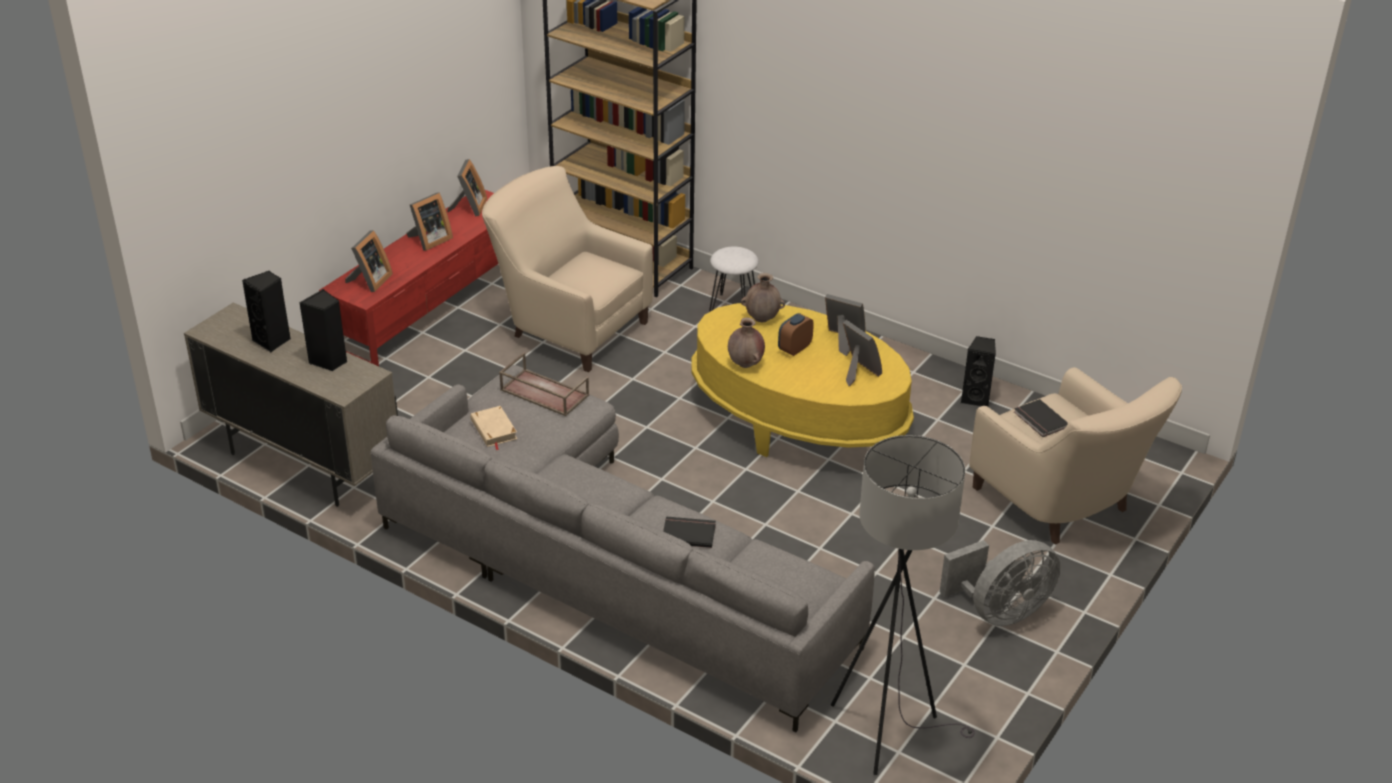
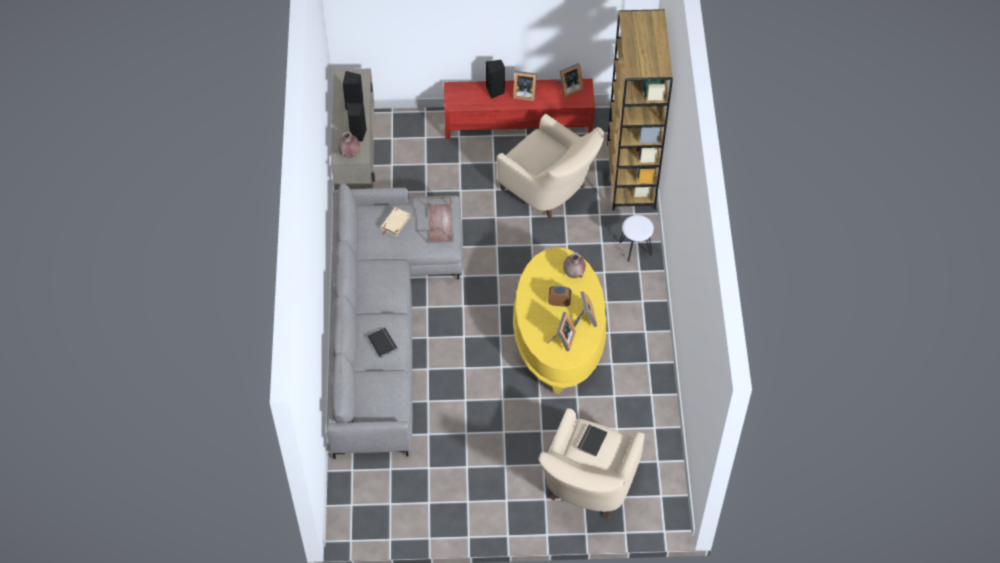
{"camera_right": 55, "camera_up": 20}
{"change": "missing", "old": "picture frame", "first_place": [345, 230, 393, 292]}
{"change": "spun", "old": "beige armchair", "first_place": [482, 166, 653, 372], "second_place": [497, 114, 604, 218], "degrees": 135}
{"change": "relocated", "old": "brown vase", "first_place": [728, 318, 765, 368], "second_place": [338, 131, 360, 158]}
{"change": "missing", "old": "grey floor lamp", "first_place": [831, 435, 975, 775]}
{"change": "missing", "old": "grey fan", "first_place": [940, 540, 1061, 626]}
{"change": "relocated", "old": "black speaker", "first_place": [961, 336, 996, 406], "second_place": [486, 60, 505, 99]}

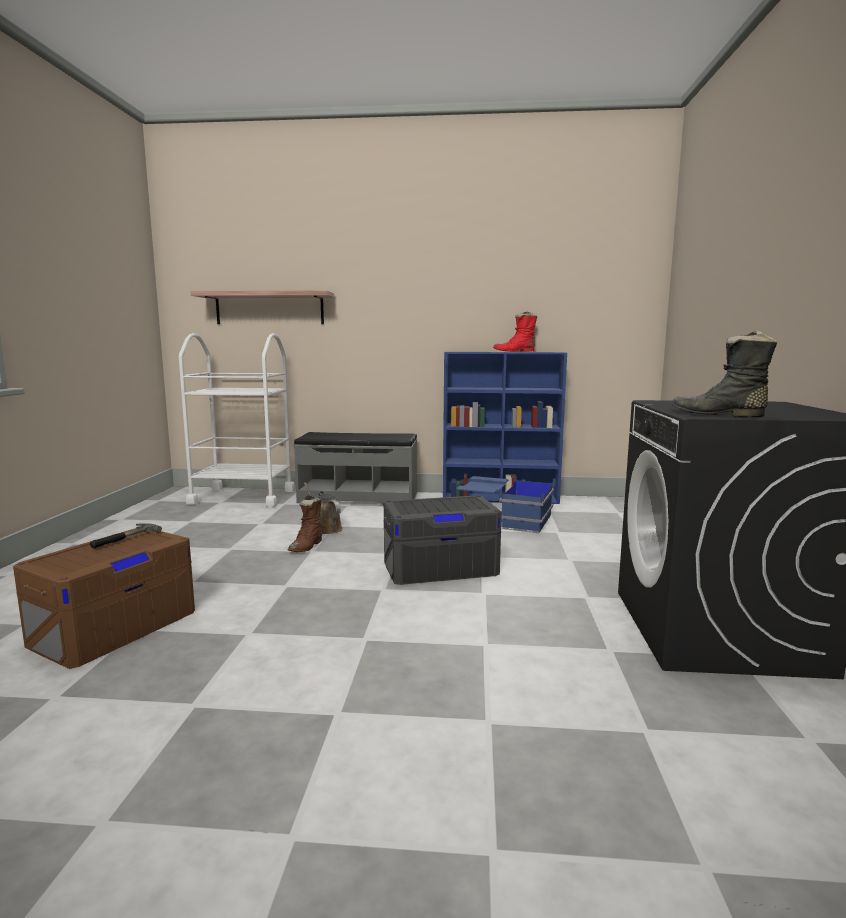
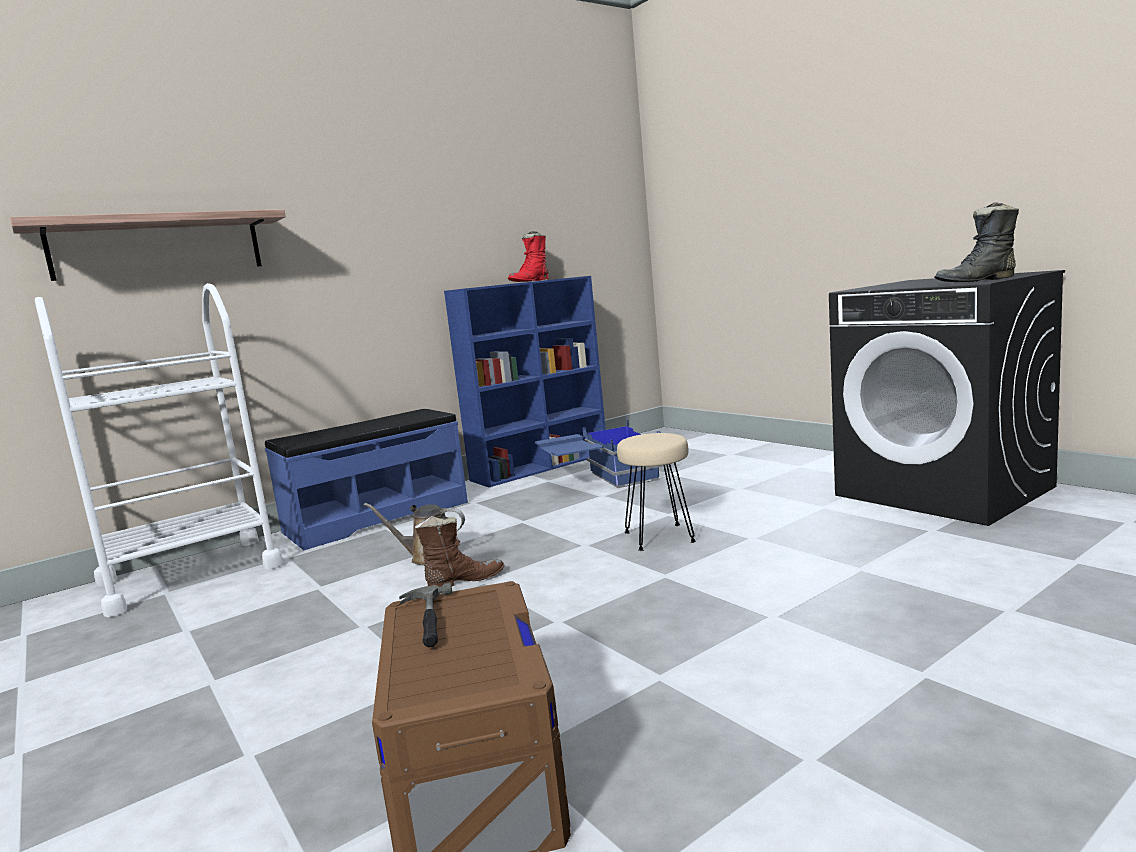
{"camera_right": -40, "camera_up": 0}
{"change": "spun", "old": "brown boot", "first_place": [288, 495, 322, 552], "second_place": [415, 516, 505, 587], "degrees": -90}
{"change": "colour", "old": "grey bench", "new": "blue bench", "first_place": [294, 432, 417, 505], "second_place": [265, 409, 468, 550]}
{"change": "exchanged", "old": "grey storage box", "new": "beige stool", "first_place": [384, 495, 502, 585], "second_place": [617, 433, 696, 551]}

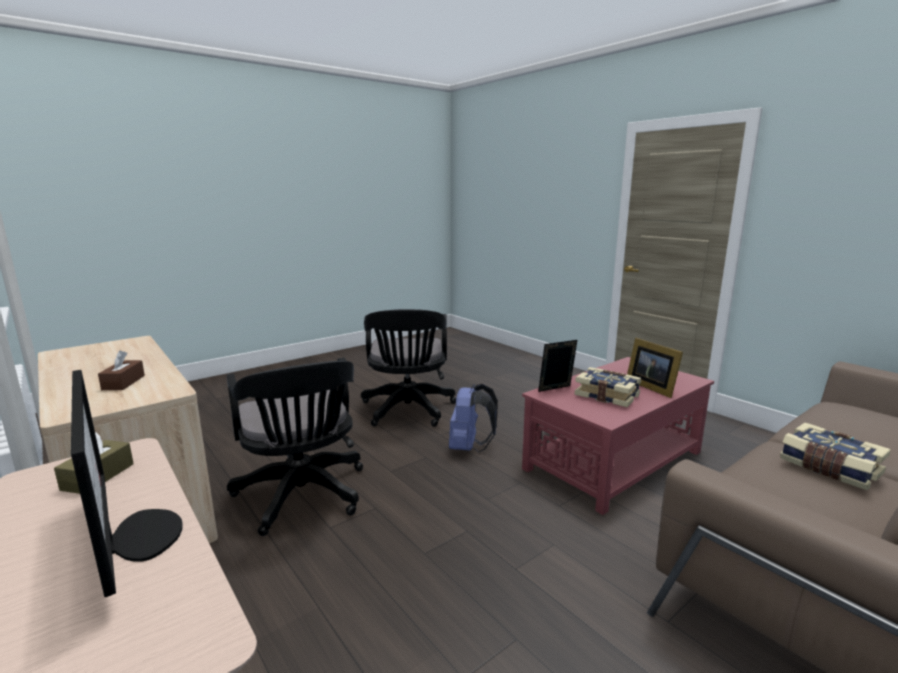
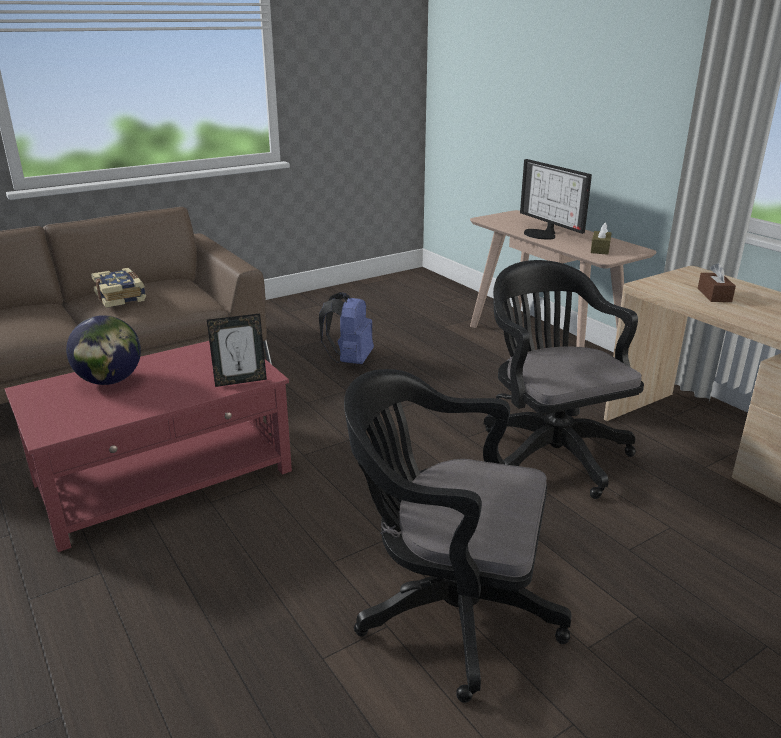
{"camera_right": -175, "camera_up": 10}
{"change": "spun", "old": "black office chair", "first_place": [361, 309, 456, 427], "second_place": [344, 369, 571, 703], "degrees": -75}
{"change": "relocated", "old": "blue backpack", "first_place": [449, 384, 498, 452], "second_place": [319, 292, 374, 364]}
{"change": "missing", "old": "book", "first_place": [575, 367, 641, 407]}
{"change": "exchanged", "old": "picture frame", "new": "globe", "first_place": [627, 338, 683, 398], "second_place": [66, 315, 141, 385]}

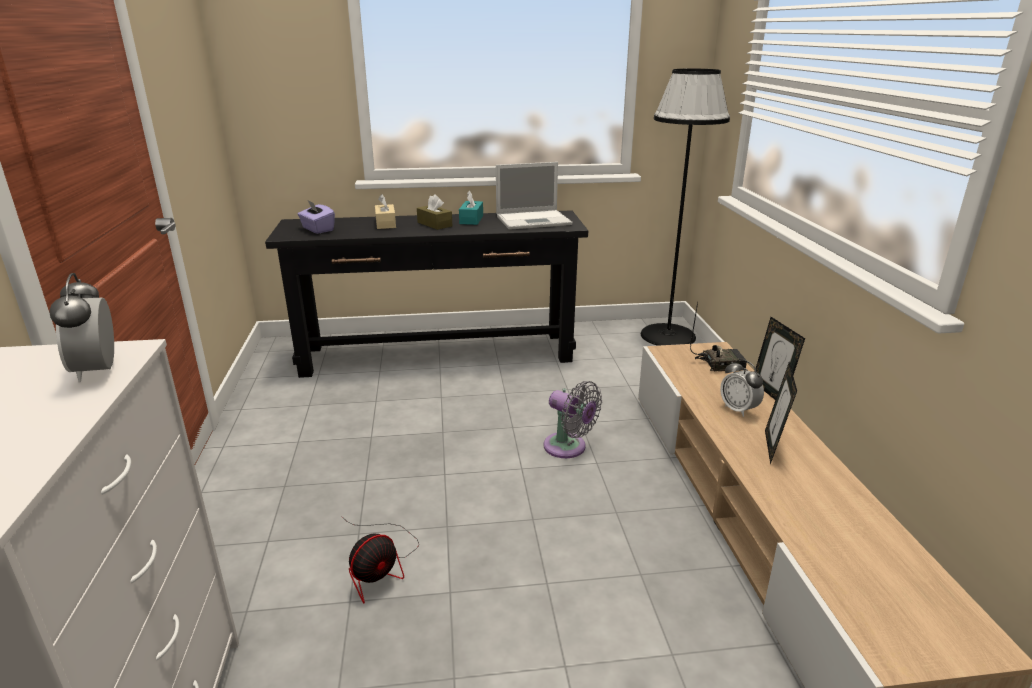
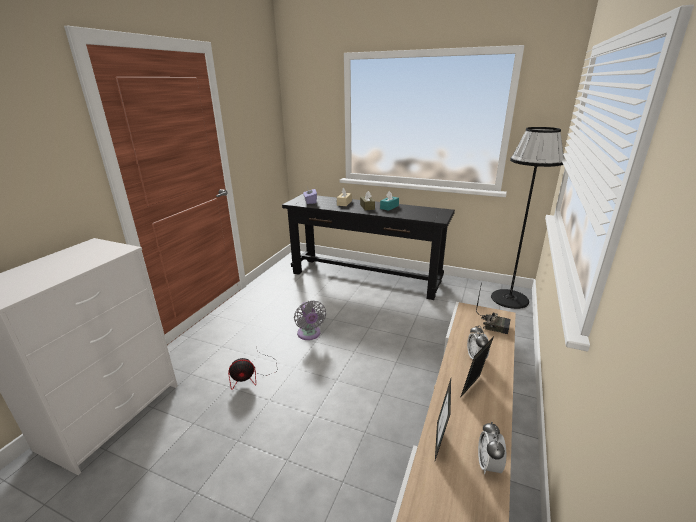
{"camera_right": 30, "camera_up": 0}
{"change": "relocated", "old": "alarm clock", "first_place": [49, 273, 114, 382], "second_place": [478, 422, 506, 474]}
{"change": "missing", "old": "laptop", "first_place": [496, 162, 573, 230]}
{"change": "relocated", "old": "grey fan", "first_place": [543, 381, 602, 458], "second_place": [294, 300, 326, 340]}
{"change": "relocated", "old": "picture frame", "first_place": [756, 317, 805, 400], "second_place": [435, 379, 451, 460]}

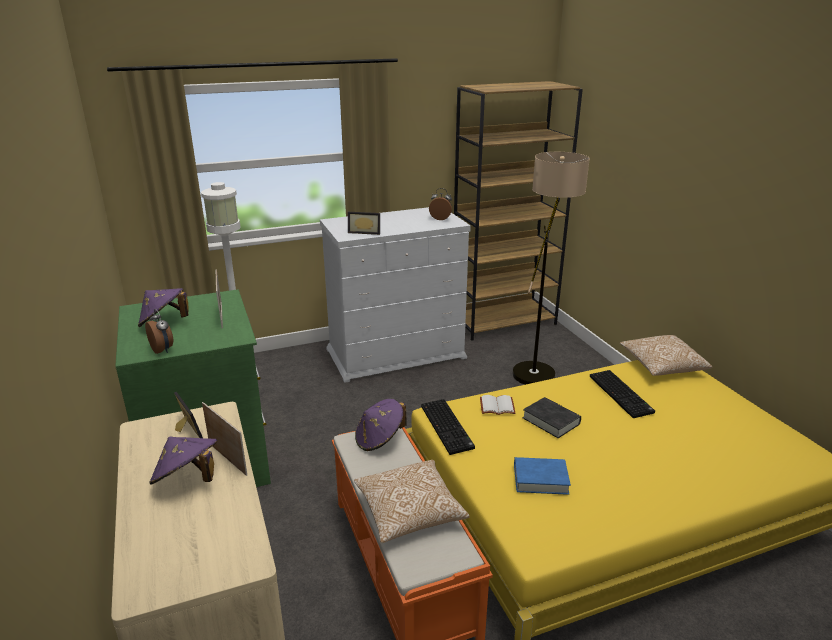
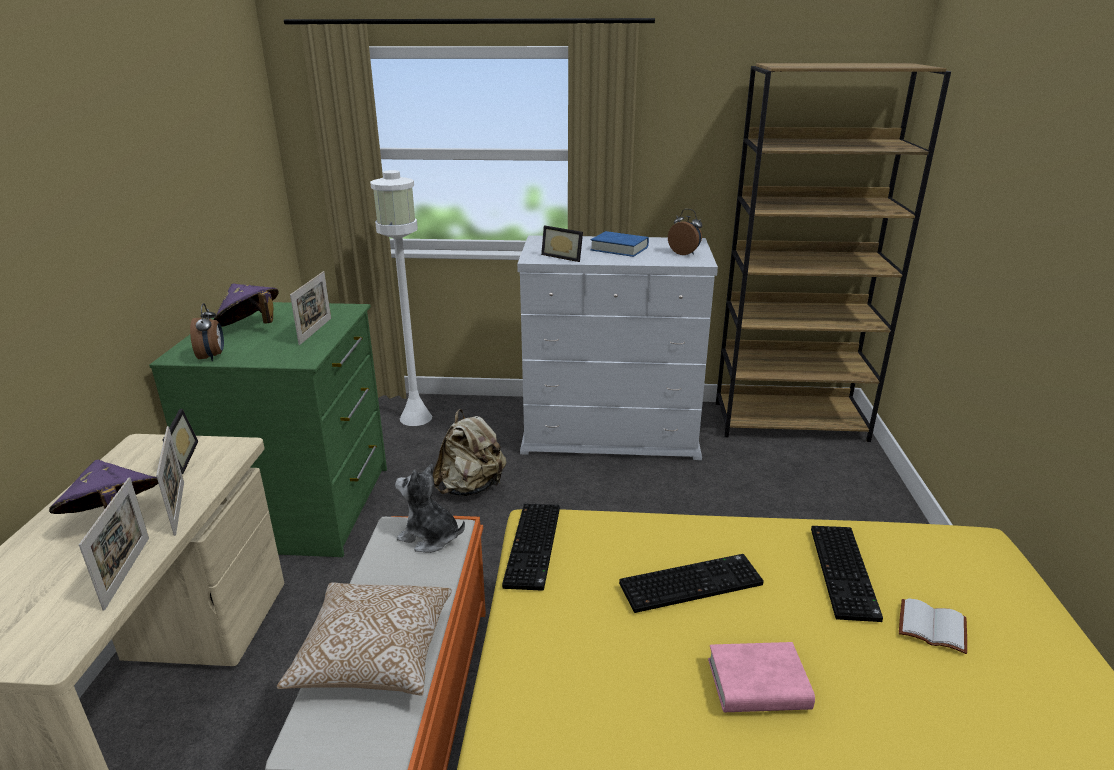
{"camera_right": 25, "camera_up": 0}
{"change": "exchanged", "old": "purple hat", "new": "plush toy", "first_place": [355, 399, 407, 451], "second_place": [395, 464, 465, 553]}
{"change": "relocated", "old": "white book", "first_place": [480, 395, 516, 415], "second_place": [899, 598, 967, 654]}
{"change": "missing", "old": "floor lamp", "first_place": [513, 152, 590, 385]}
{"change": "relocated", "old": "blue book", "first_place": [514, 457, 571, 495], "second_place": [590, 231, 649, 257]}
{"change": "exchanged", "old": "black book", "new": "keyboard", "first_place": [523, 397, 581, 438], "second_place": [619, 554, 764, 613]}
{"change": "missing", "old": "pillow", "first_place": [620, 335, 712, 376]}
{"change": "appeared", "new": "picture frame", "second_place": [79, 477, 149, 611]}
{"change": "appeared", "new": "beige backpack", "second_place": [433, 409, 507, 496]}
{"change": "appeared", "new": "pink book", "second_place": [708, 642, 815, 712]}

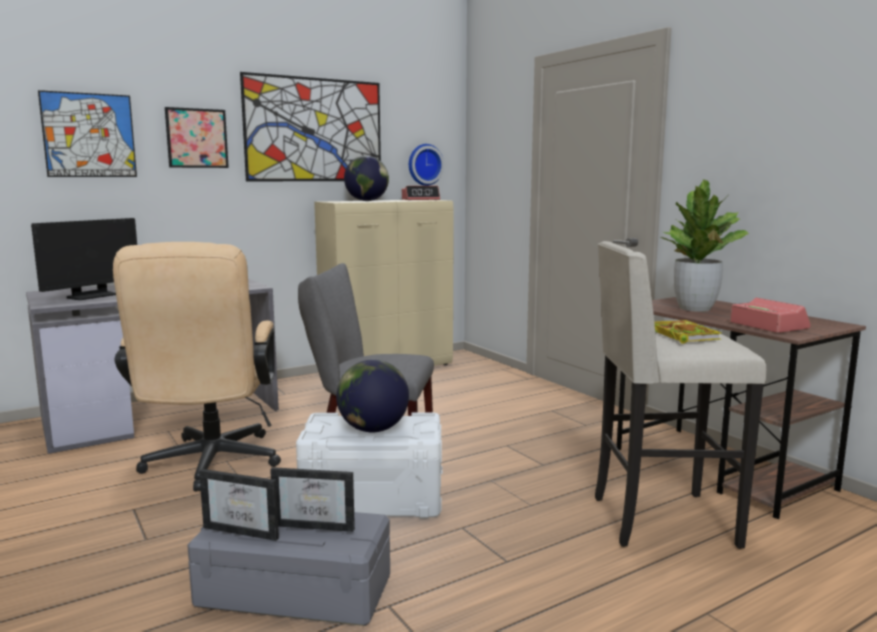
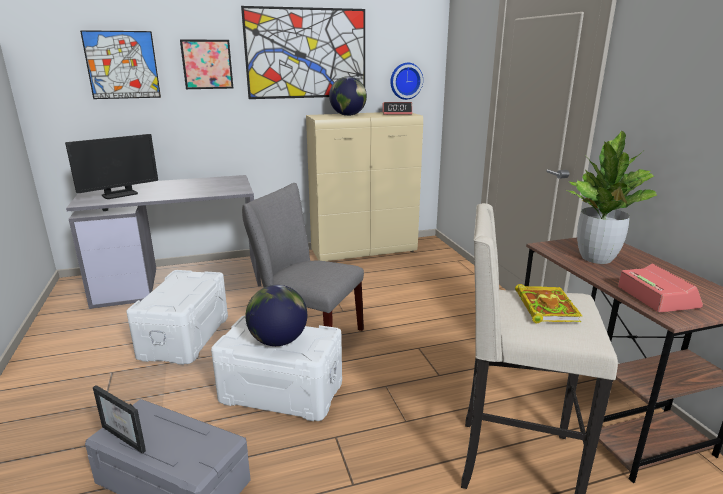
{"camera_right": 15, "camera_up": 10}
{"change": "exchanged", "old": "beige office chair", "new": "white storage box", "first_place": [113, 242, 281, 492], "second_place": [126, 270, 228, 365]}
{"change": "missing", "old": "picture frame", "first_place": [270, 467, 355, 532]}

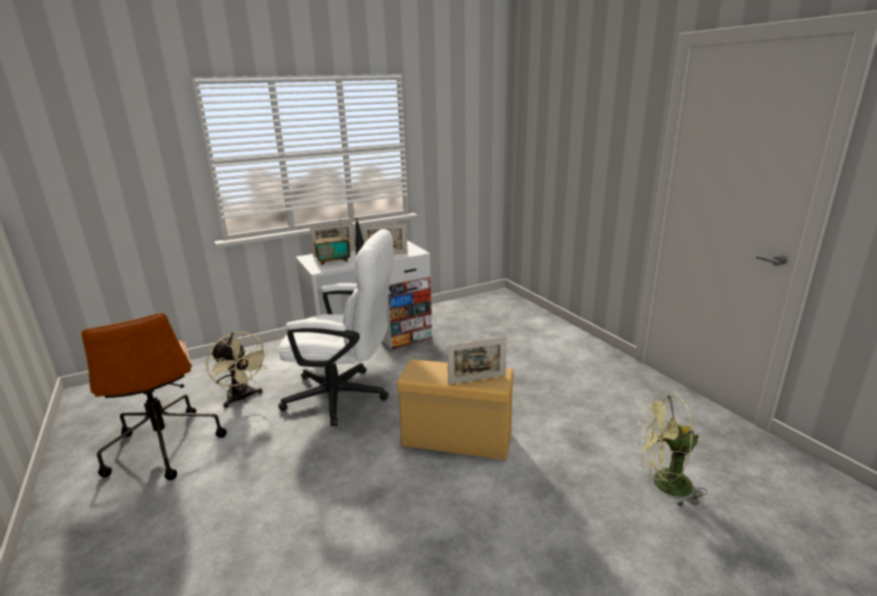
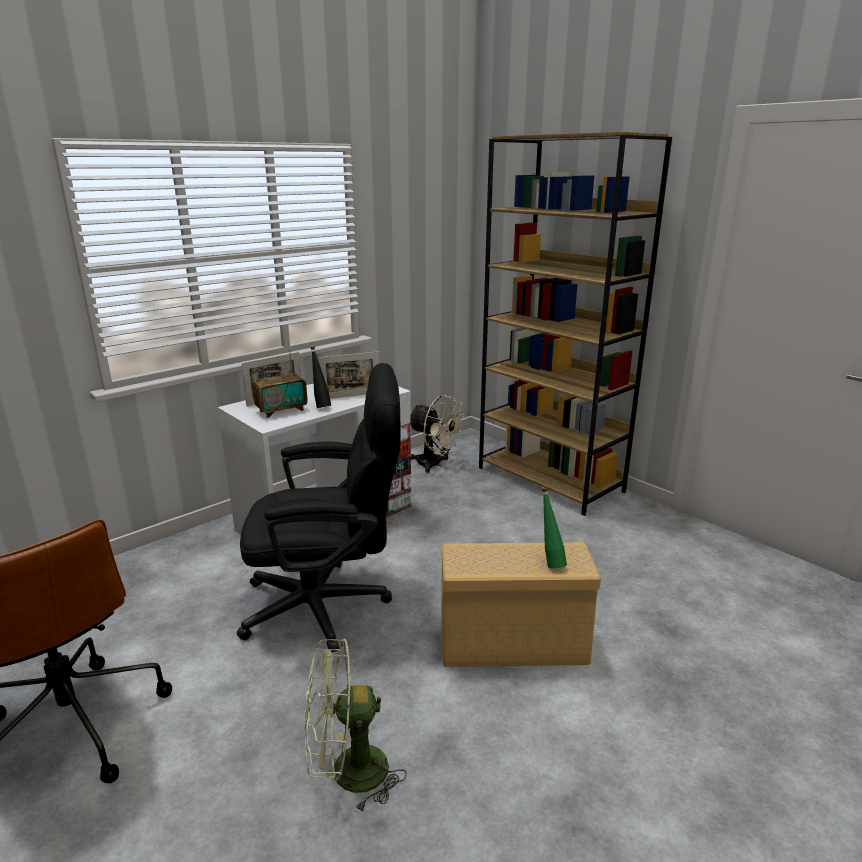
{"camera_right": -15, "camera_up": 0}
{"change": "relocated", "old": "beige fan", "first_place": [206, 331, 268, 408], "second_place": [411, 395, 465, 473]}
{"change": "colour", "old": "white office chair", "new": "black office chair", "first_place": [278, 229, 394, 426], "second_place": [237, 363, 401, 652]}
{"change": "exchanged", "old": "picture frame", "new": "green bottle", "first_place": [447, 337, 507, 384], "second_place": [542, 488, 567, 569]}
{"change": "relocated", "old": "green fan", "first_place": [637, 393, 708, 508], "second_place": [305, 638, 407, 814]}
{"change": "appeared", "new": "brown bookcase", "second_place": [479, 132, 672, 516]}

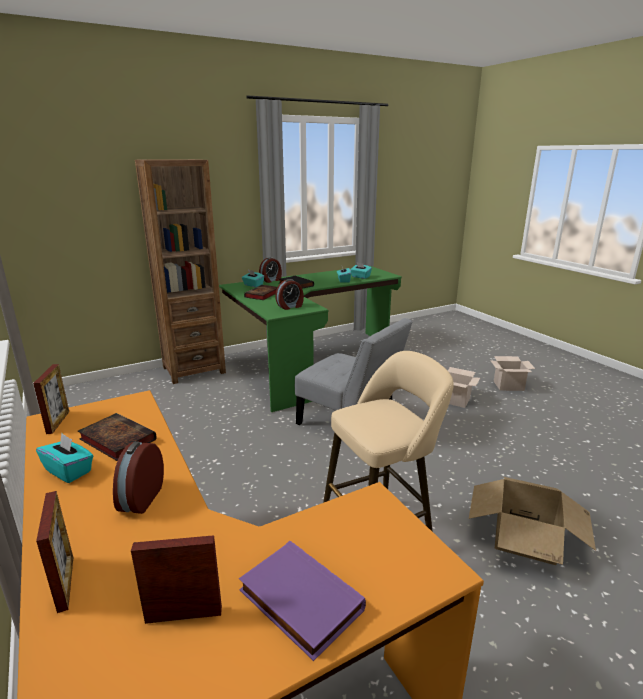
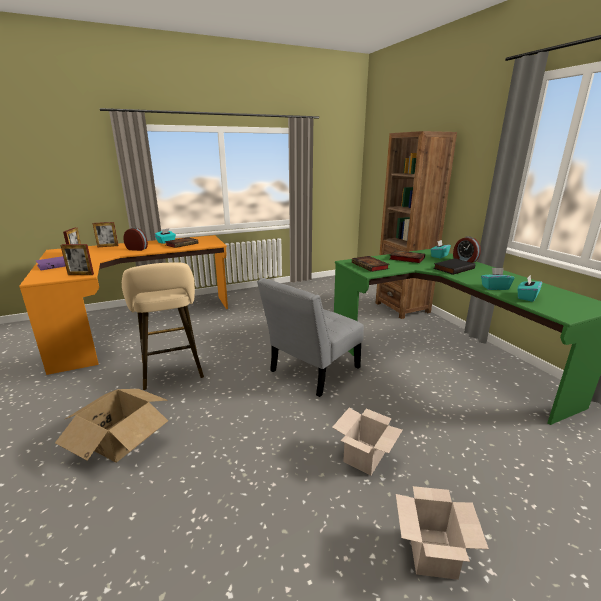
{"camera_right": 95, "camera_up": 0}
{"change": "relocated", "old": "picture frame", "first_place": [33, 364, 69, 434], "second_place": [61, 244, 94, 275]}
{"change": "exchanged", "old": "alarm clock", "new": "book", "first_place": [275, 279, 304, 310], "second_place": [352, 256, 390, 272]}

